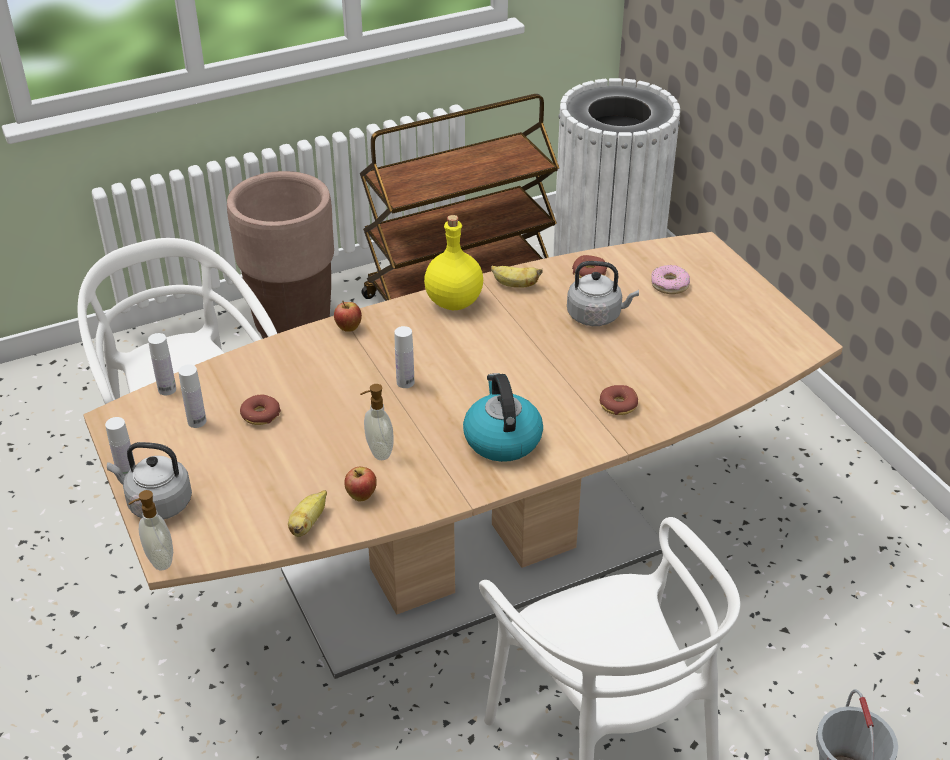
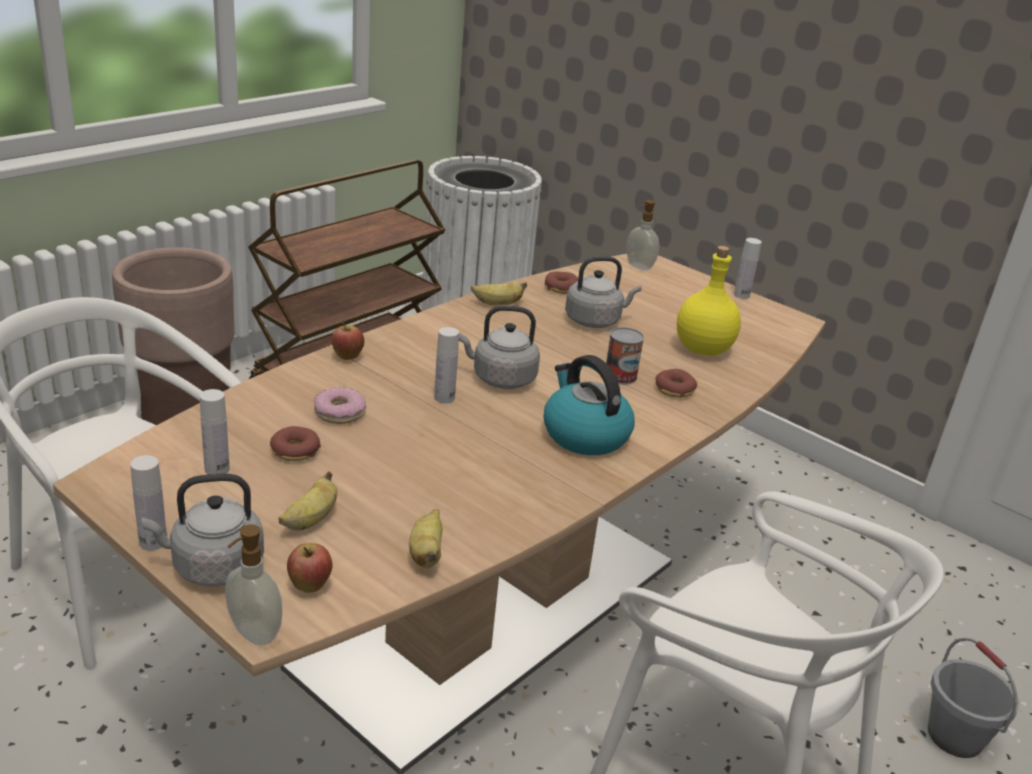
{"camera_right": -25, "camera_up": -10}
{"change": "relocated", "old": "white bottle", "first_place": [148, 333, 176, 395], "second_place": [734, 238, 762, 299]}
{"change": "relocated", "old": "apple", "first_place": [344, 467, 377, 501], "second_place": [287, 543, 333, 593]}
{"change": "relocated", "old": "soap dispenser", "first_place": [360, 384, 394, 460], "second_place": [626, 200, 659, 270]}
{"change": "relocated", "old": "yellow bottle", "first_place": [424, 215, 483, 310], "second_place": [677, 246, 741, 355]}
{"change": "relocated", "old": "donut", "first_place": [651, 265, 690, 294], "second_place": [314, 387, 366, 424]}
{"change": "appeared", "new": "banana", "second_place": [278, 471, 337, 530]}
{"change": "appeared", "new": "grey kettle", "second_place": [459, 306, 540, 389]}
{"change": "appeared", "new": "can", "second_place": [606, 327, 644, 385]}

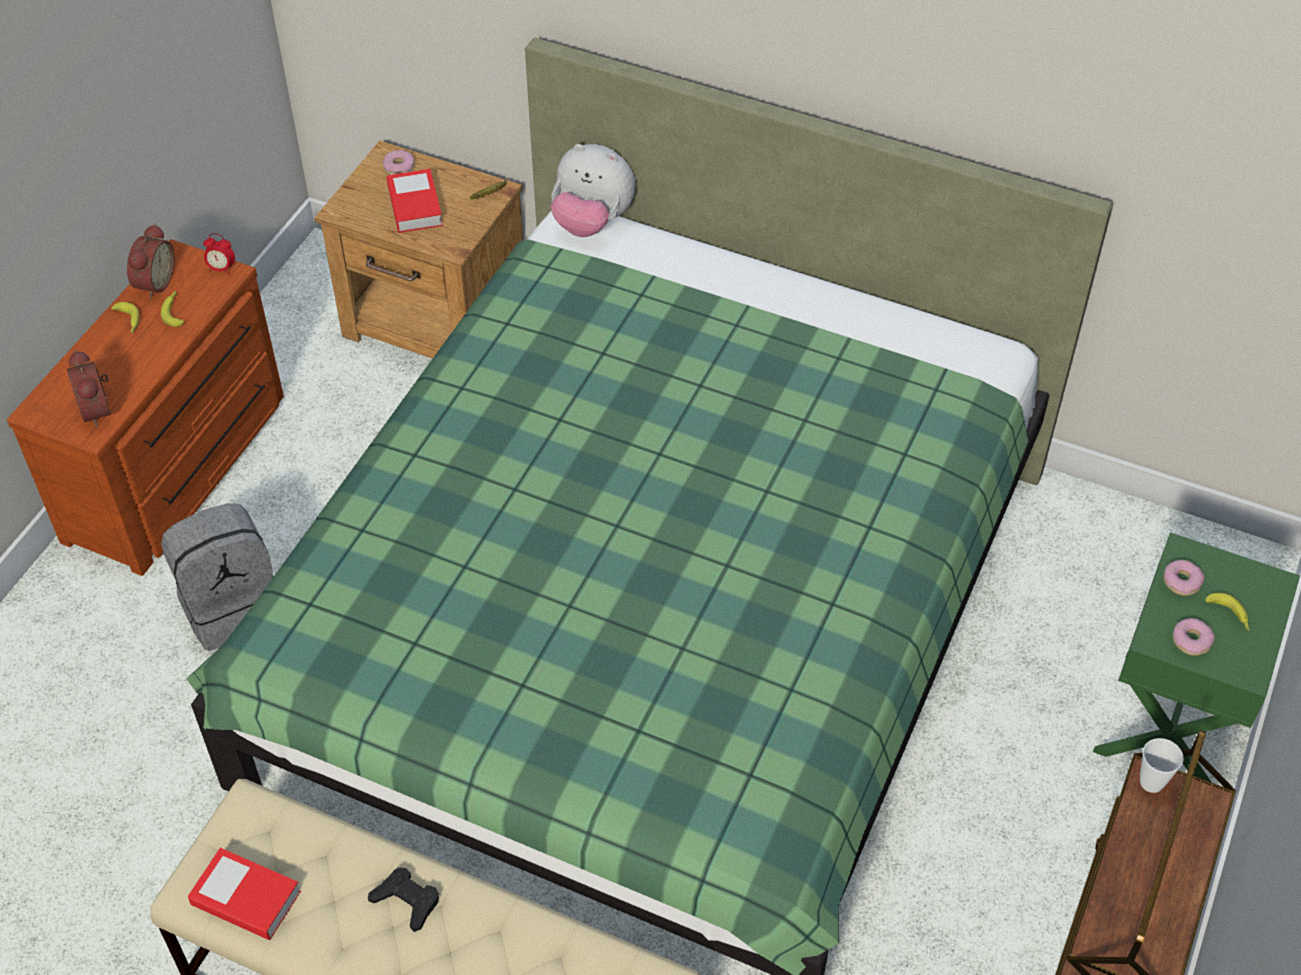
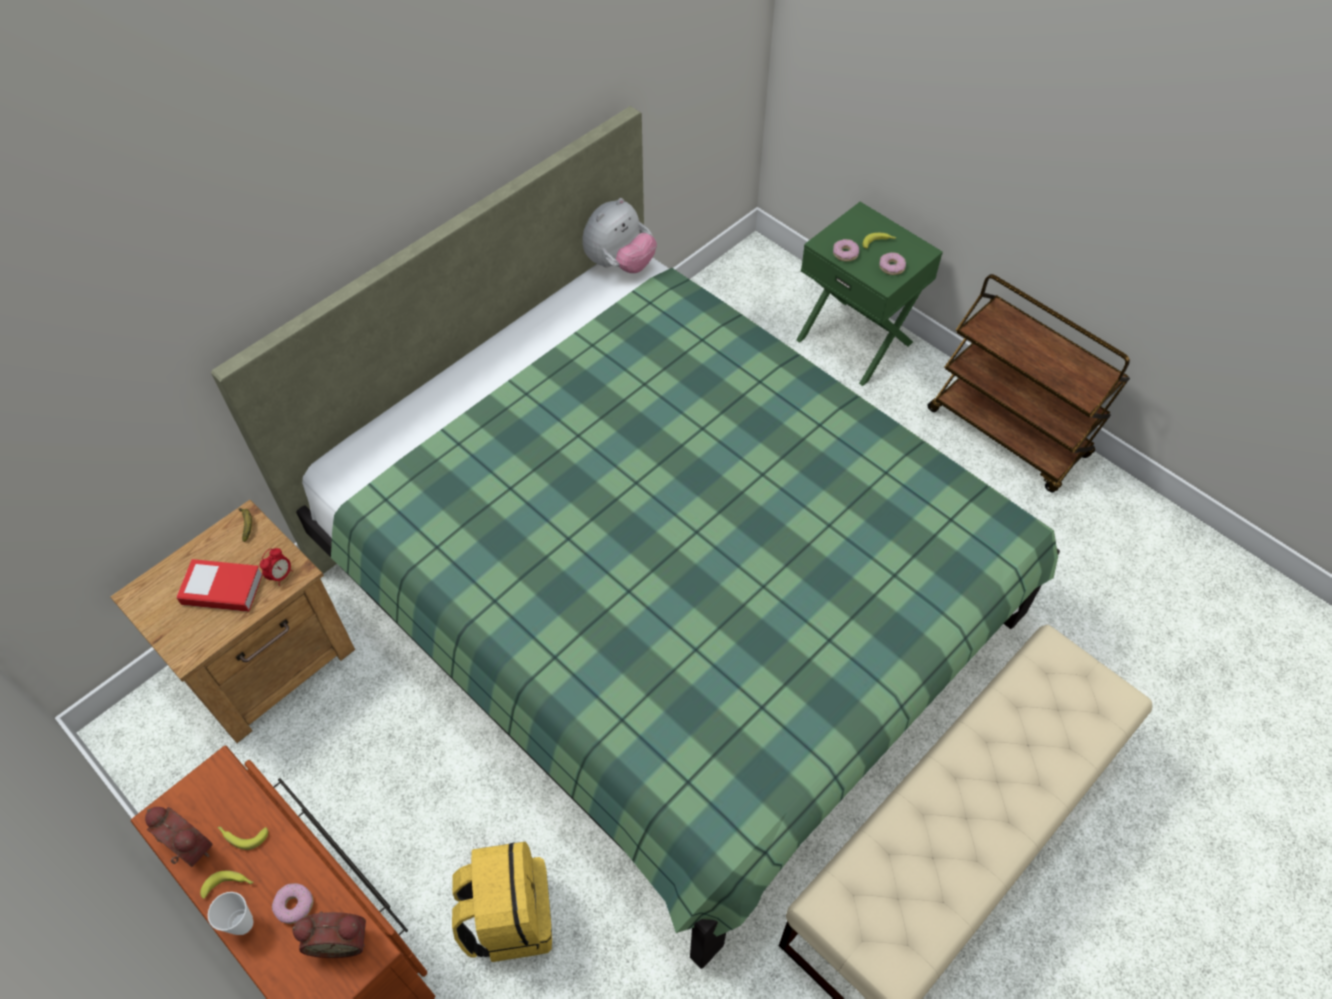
{"camera_right": -70, "camera_up": 5}
{"change": "colour", "old": "grey backpack", "new": "yellow backpack", "first_place": [161, 503, 274, 651], "second_place": [452, 842, 552, 962]}
{"change": "missing", "old": "book", "first_place": [188, 848, 301, 940]}
{"change": "relocated", "old": "alarm clock", "first_place": [203, 233, 235, 275], "second_place": [260, 548, 293, 586]}
{"change": "missing", "old": "black game controller", "first_place": [368, 867, 439, 932]}
{"change": "relocated", "old": "donut", "first_place": [382, 150, 415, 175], "second_place": [272, 883, 313, 924]}
{"change": "relocated", "old": "plush toy", "first_place": [551, 144, 635, 237], "second_place": [582, 198, 657, 273]}
{"change": "relocated", "old": "cup", "first_place": [1140, 738, 1184, 793], "second_place": [208, 892, 253, 935]}

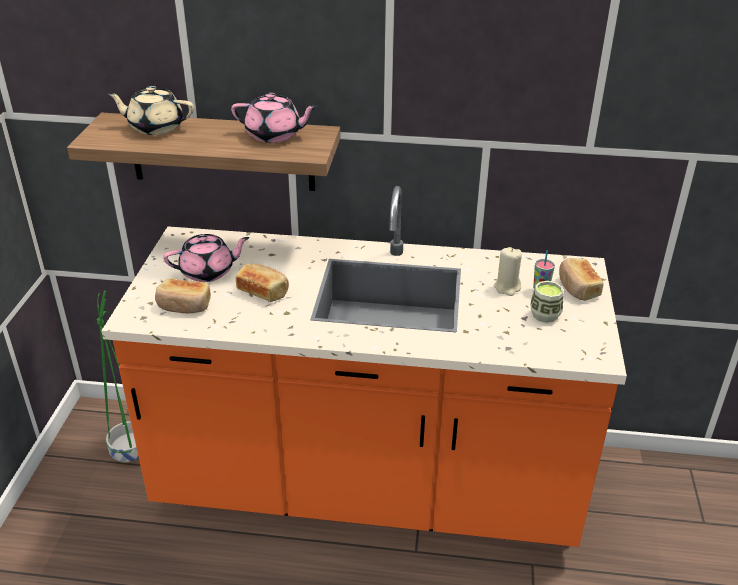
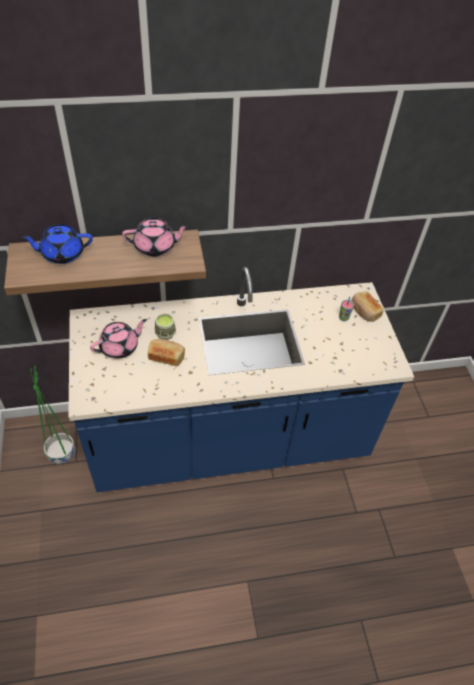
{"camera_right": -20, "camera_up": 15}
{"change": "colour", "old": "orange counter", "new": "blue counter", "first_place": [101, 186, 627, 547], "second_place": [68, 267, 414, 492]}
{"change": "colour", "old": "beige teapot", "new": "blue teapot", "first_place": [106, 86, 194, 135], "second_place": [21, 224, 93, 264]}
{"change": "missing", "old": "bread", "first_place": [155, 279, 211, 313]}
{"change": "missing", "old": "beige candle", "first_place": [494, 247, 522, 296]}
{"change": "relocated", "old": "cup", "first_place": [530, 281, 564, 323], "second_place": [155, 313, 176, 340]}

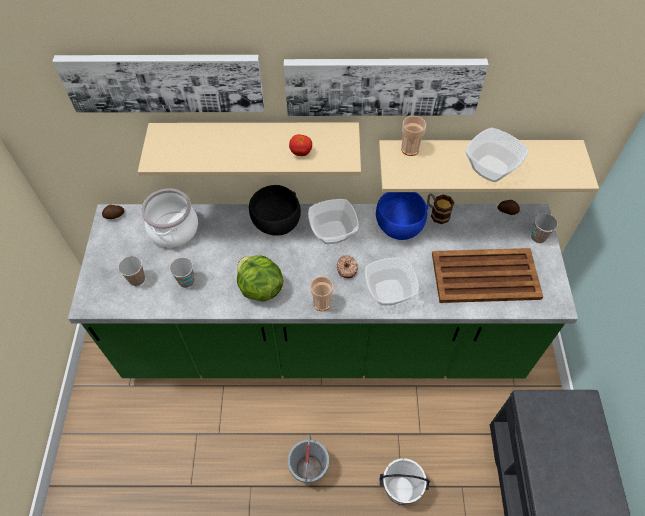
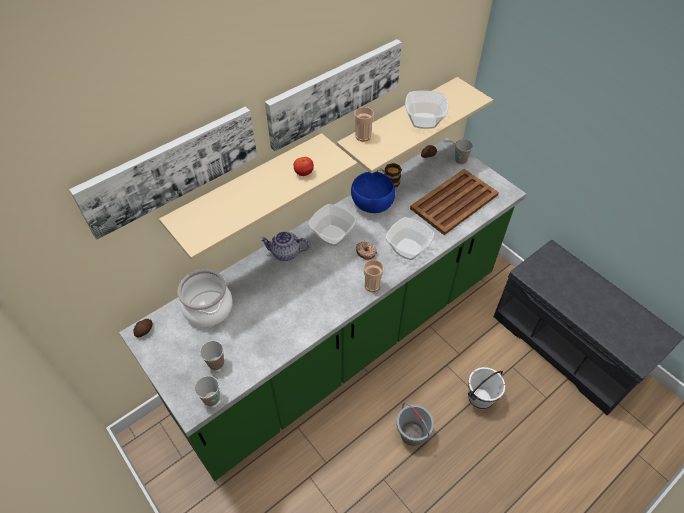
{"camera_right": -40, "camera_up": -5}
{"change": "relocated", "old": "cup", "first_place": [169, 257, 194, 288], "second_place": [194, 376, 220, 406]}
{"change": "missing", "old": "lettuce", "first_place": [237, 255, 283, 301]}
{"change": "exchanged", "old": "black bowl", "new": "teapot", "first_place": [249, 185, 301, 236], "second_place": [259, 231, 309, 261]}

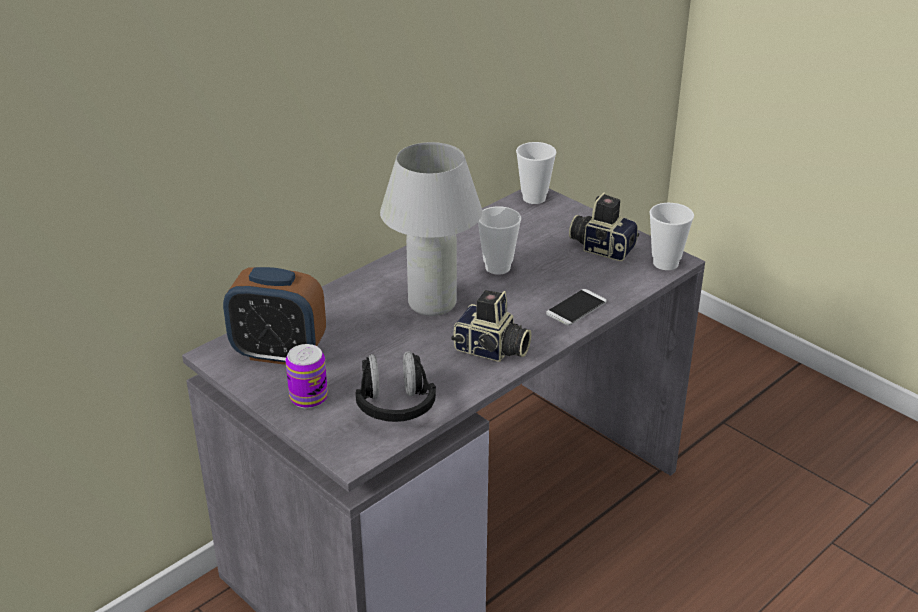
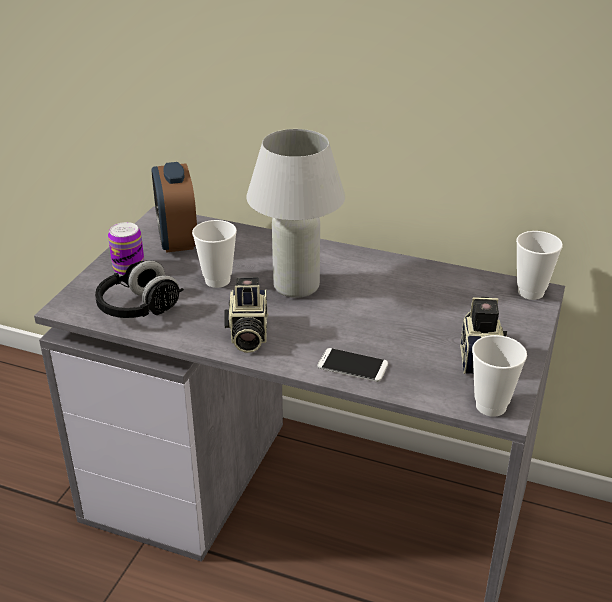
{"camera_right": 65, "camera_up": 0}
{"change": "relocated", "old": "cup", "first_place": [478, 206, 521, 275], "second_place": [192, 220, 237, 288]}

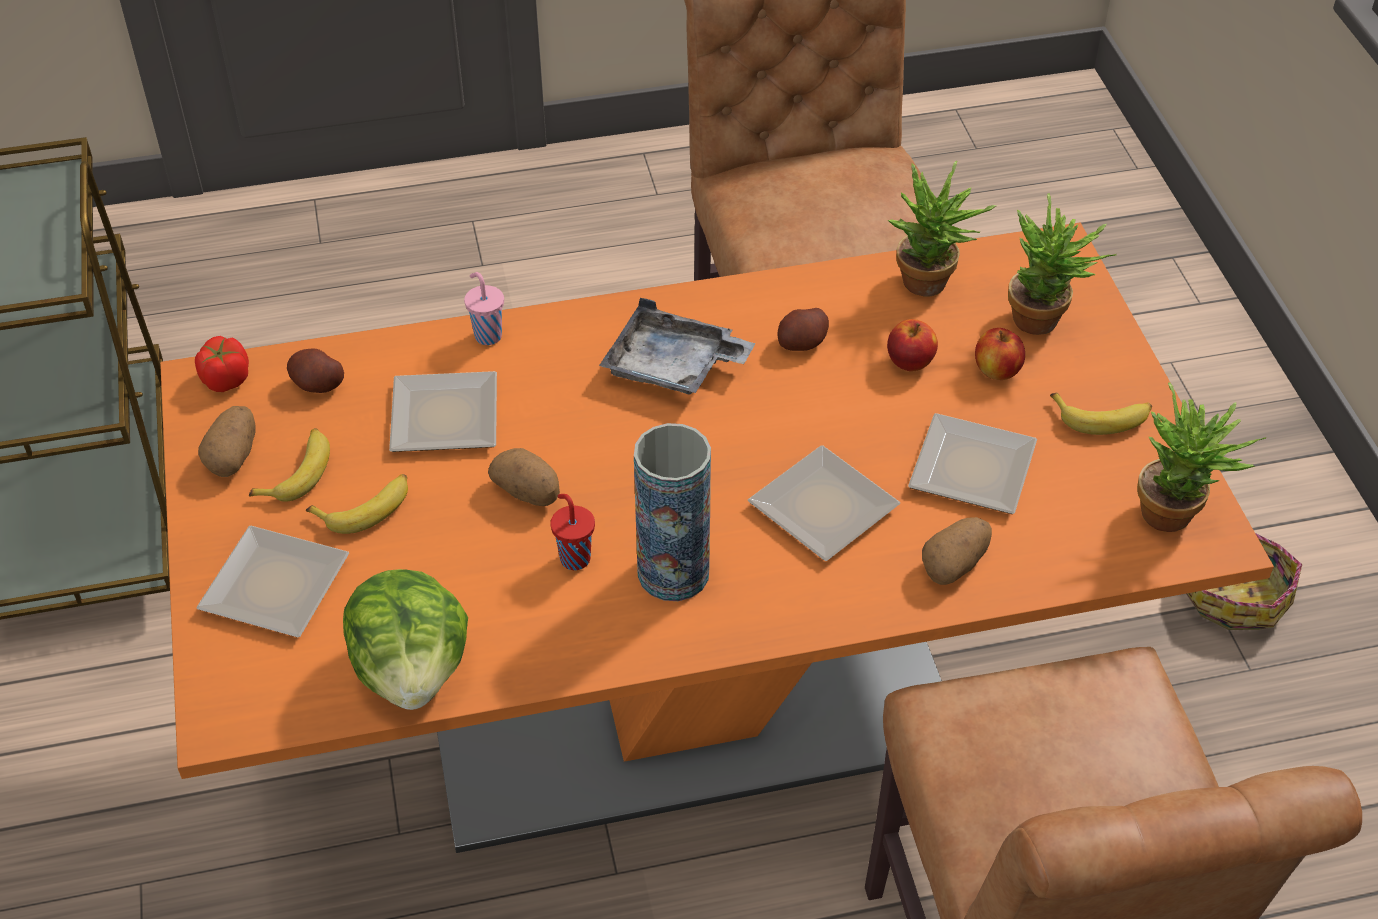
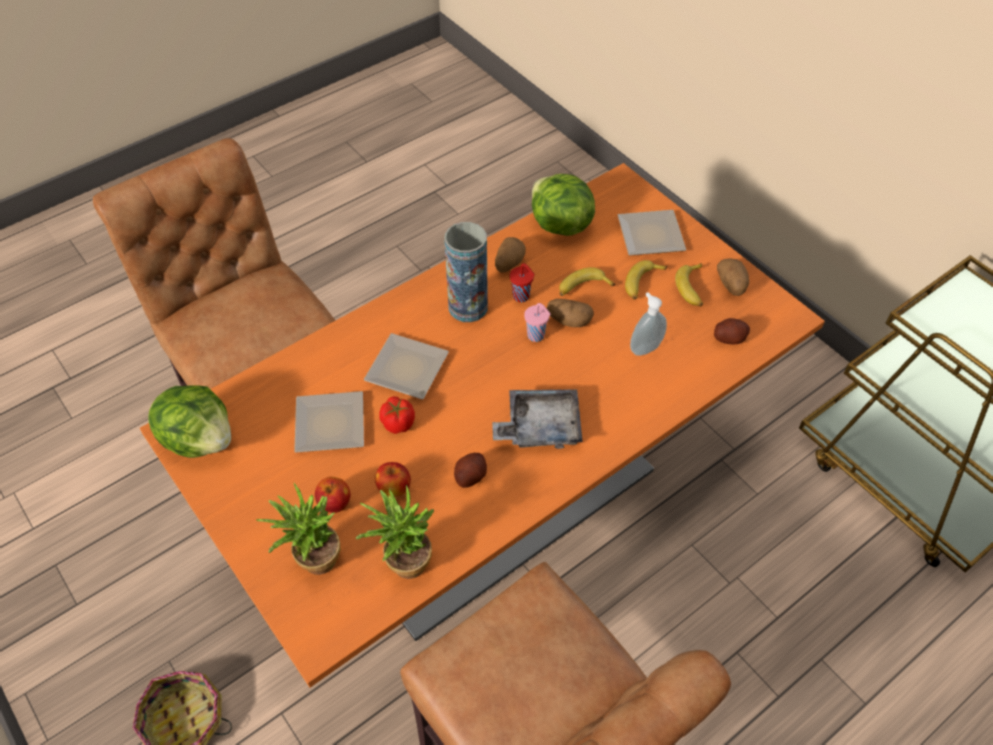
{"camera_right": 155, "camera_up": 5}
{"change": "relocated", "old": "tomato", "first_place": [195, 336, 249, 392], "second_place": [380, 396, 415, 434]}
{"change": "exchanged", "old": "plate", "new": "soap dispenser", "first_place": [389, 371, 497, 452], "second_place": [630, 292, 667, 356]}
{"change": "relocated", "old": "pink cup", "first_place": [464, 272, 504, 345], "second_place": [524, 303, 551, 342]}
{"change": "relocated", "old": "potato", "first_place": [922, 517, 992, 585], "second_place": [495, 237, 526, 273]}
{"change": "relocated", "old": "banana", "first_place": [1050, 393, 1152, 435], "second_place": [559, 267, 616, 296]}
{"change": "exchanged", "old": "potted plant", "new": "lettuce", "first_place": [1137, 382, 1266, 532], "second_place": [148, 385, 231, 458]}

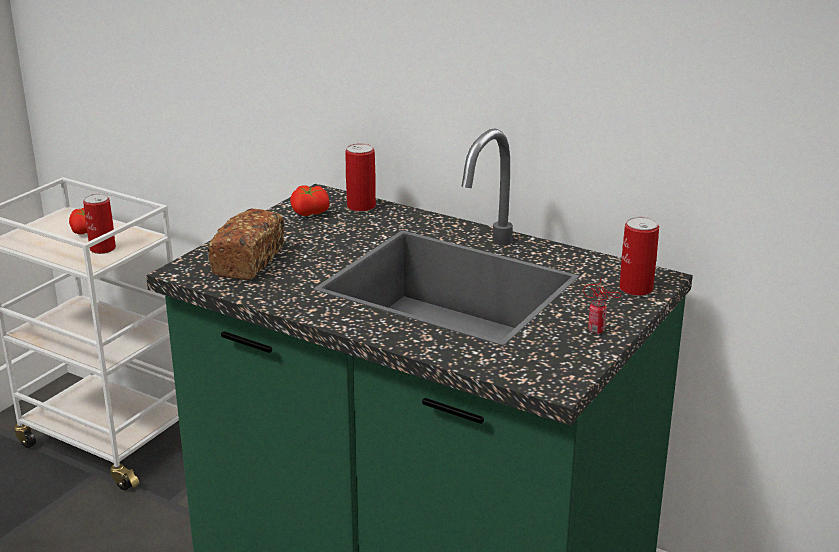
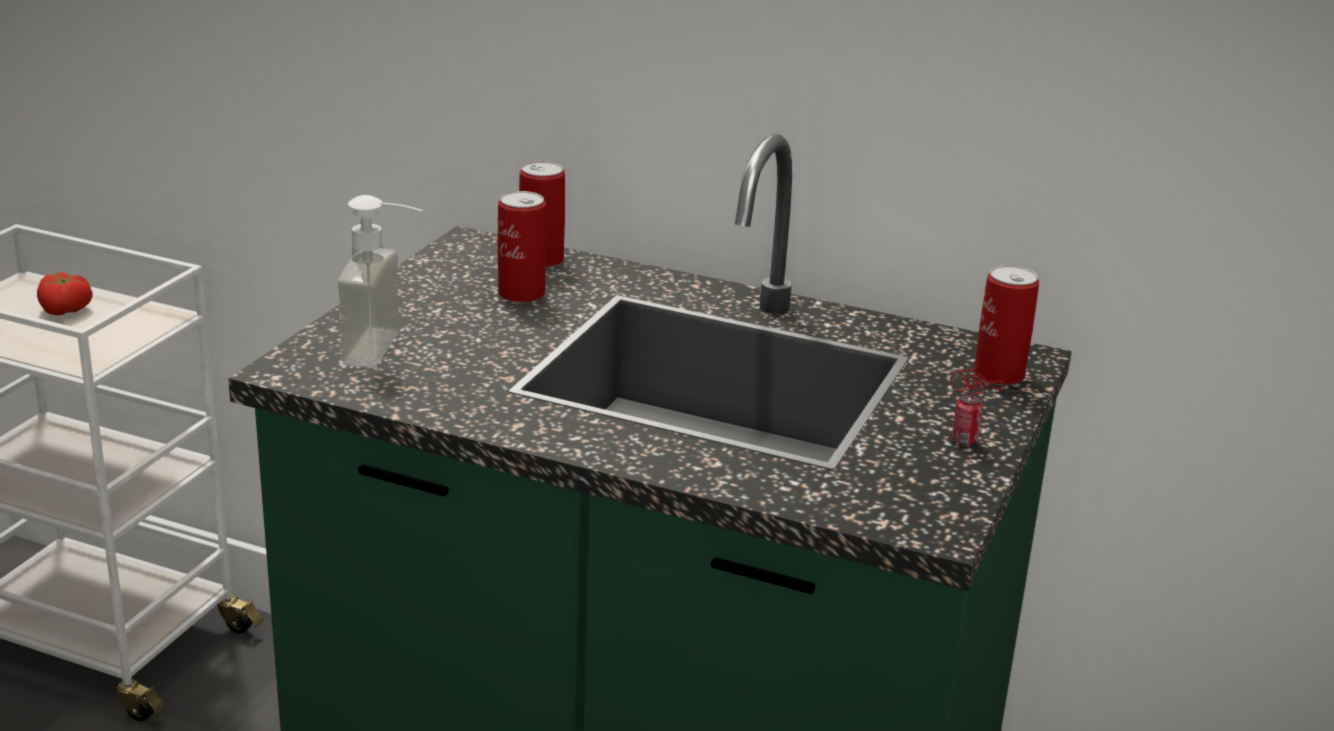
{"camera_right": -10, "camera_up": 0}
{"change": "relocated", "old": "can", "first_place": [83, 194, 116, 254], "second_place": [498, 191, 546, 303]}
{"change": "exchanged", "old": "bread", "new": "soap dispenser", "first_place": [208, 208, 284, 280], "second_place": [337, 195, 423, 367]}
{"change": "missing", "old": "tomato", "first_place": [290, 185, 330, 216]}

